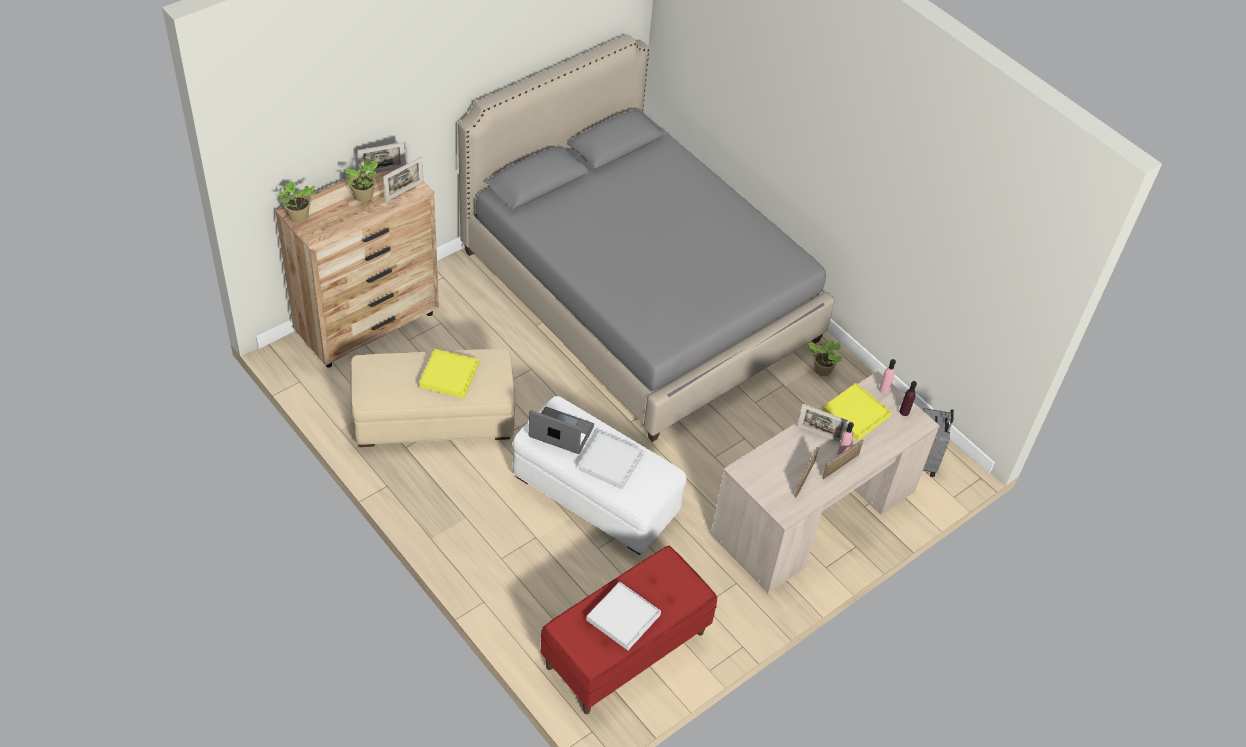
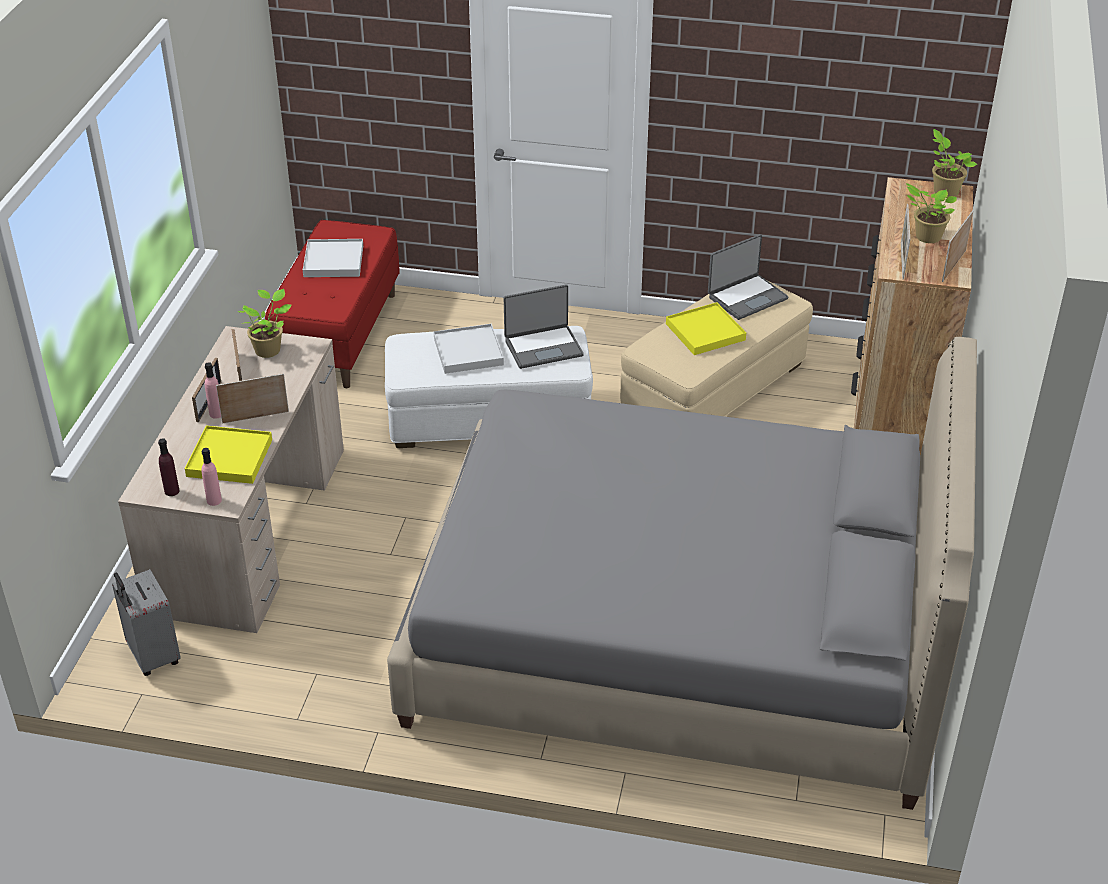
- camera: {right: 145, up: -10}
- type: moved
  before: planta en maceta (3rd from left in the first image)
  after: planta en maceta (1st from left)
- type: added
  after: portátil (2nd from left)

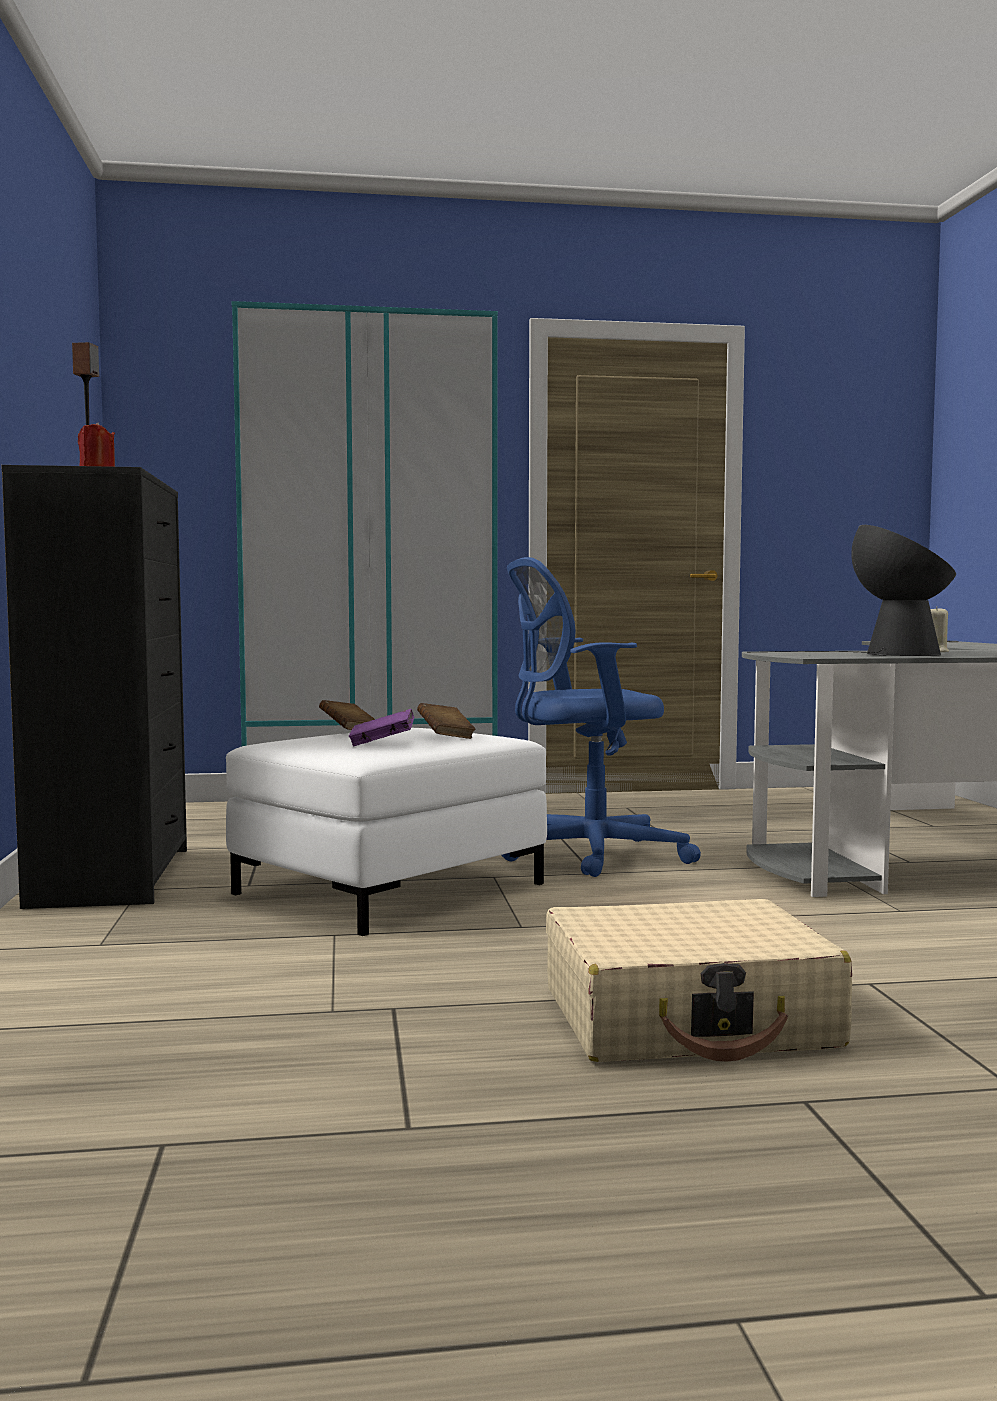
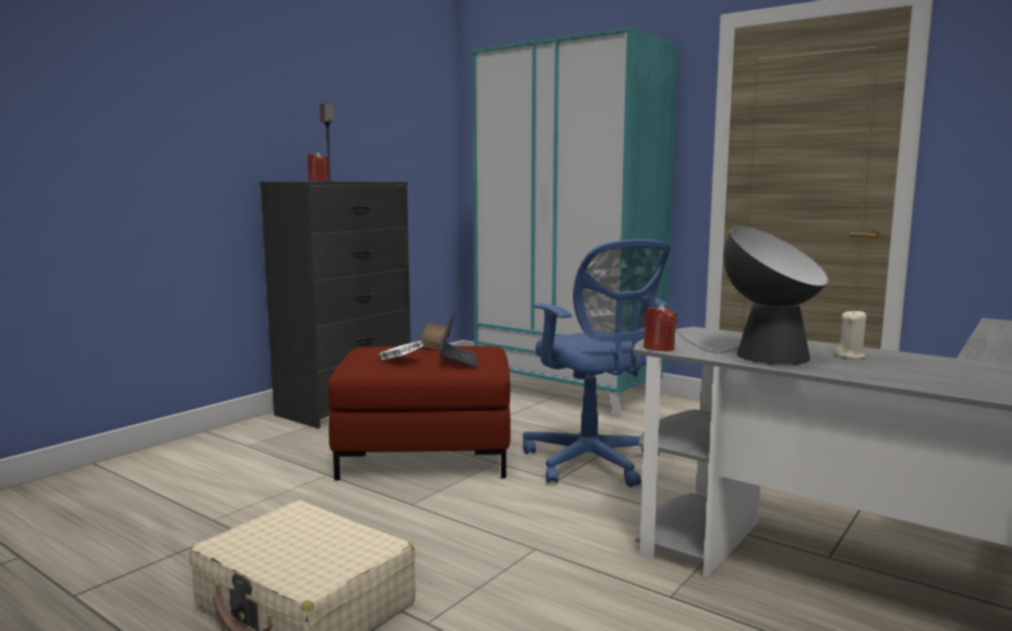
- camera: {right: 45, up: 5}
- type: turned
  before: silla de oficina/azul
  turn: -150
- type: replaced
  before: libro/marrón (2nd from left)
  after: portátil
- type: recoloured
  before: libro/morado
  after: libro/blanco
- type: recoloured
  before: puf/blanco
  after: puf/rojo
- type: added
  after: vela/rojo (2nd from left)

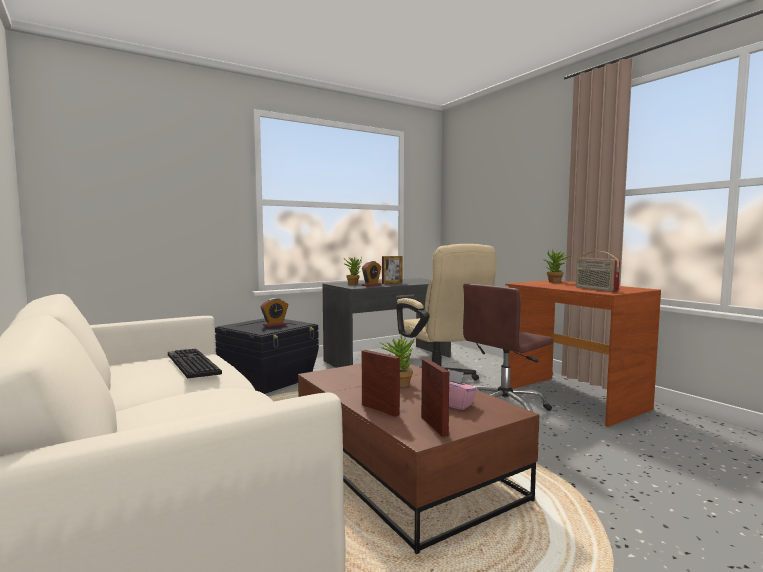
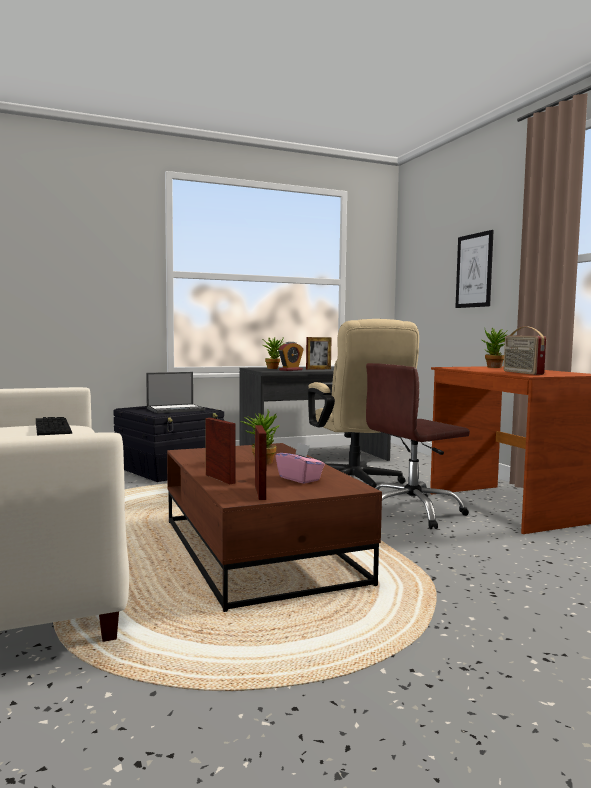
- camera: {right: 10, up: 0}
- type: replaced
  before: despertador (1st from left)
  after: portátil
- type: added
  after: cuadro

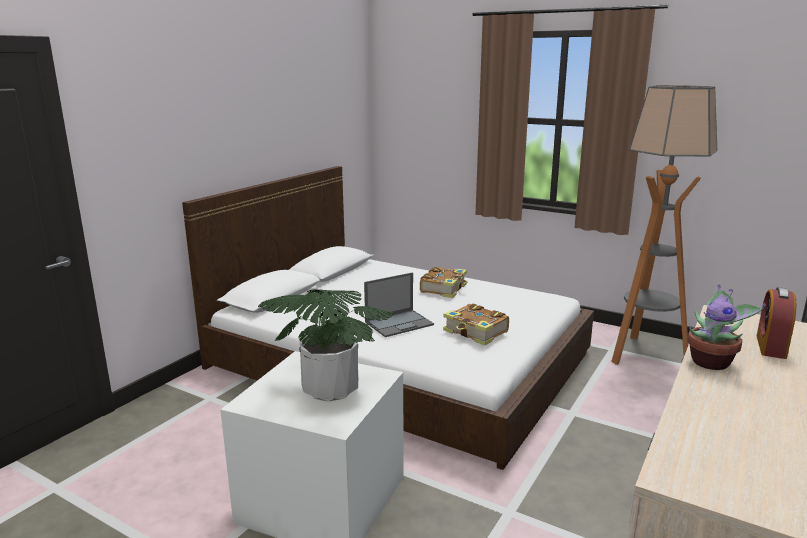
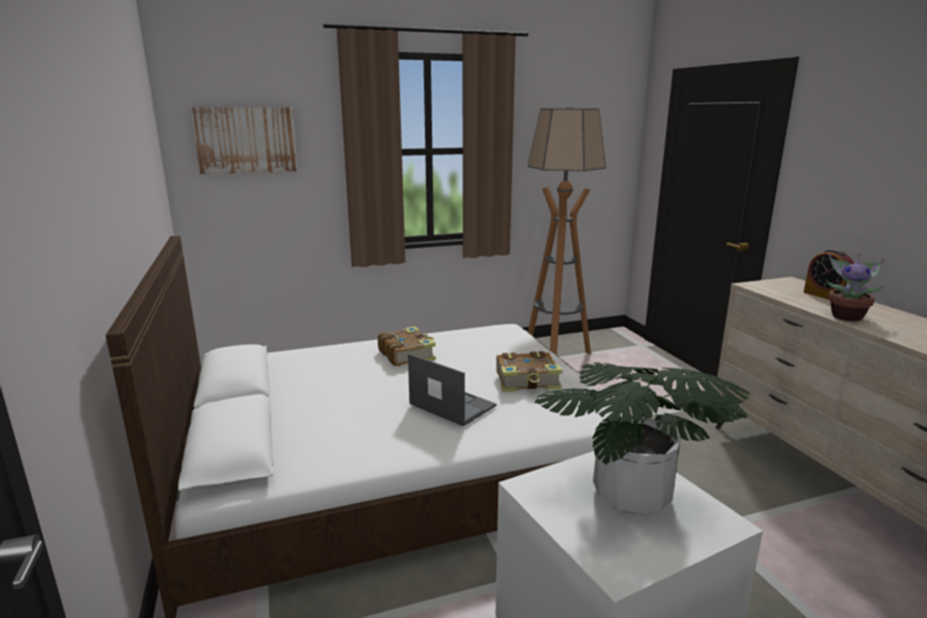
- camera: {right: -50, up: 0}
- type: turned
  before: portátil
  turn: -60
- type: added
  after: cuadro

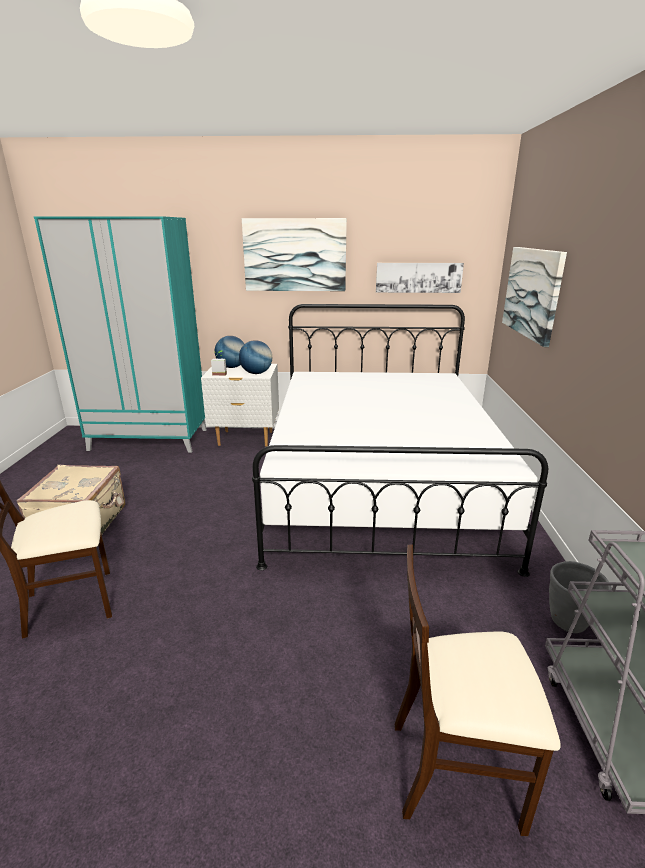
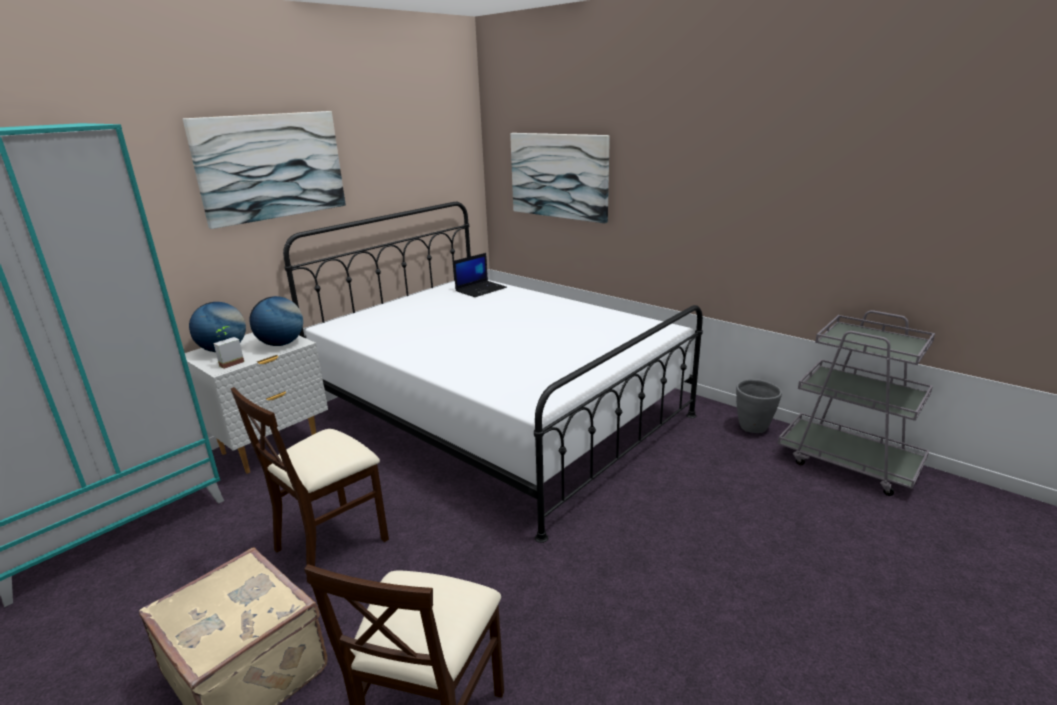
- camera: {right: -50, up: 0}
- type: removed
  before: cuadro (2nd from left)
- type: moved
  before: silla/beis (2nd from left in the first image)
  after: silla/beis (1st from left)
- type: added
  after: portátil

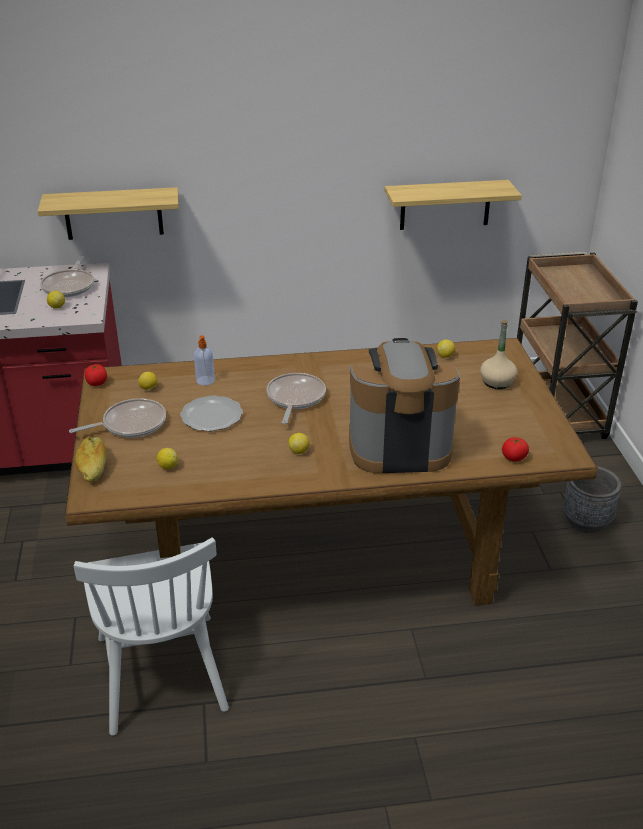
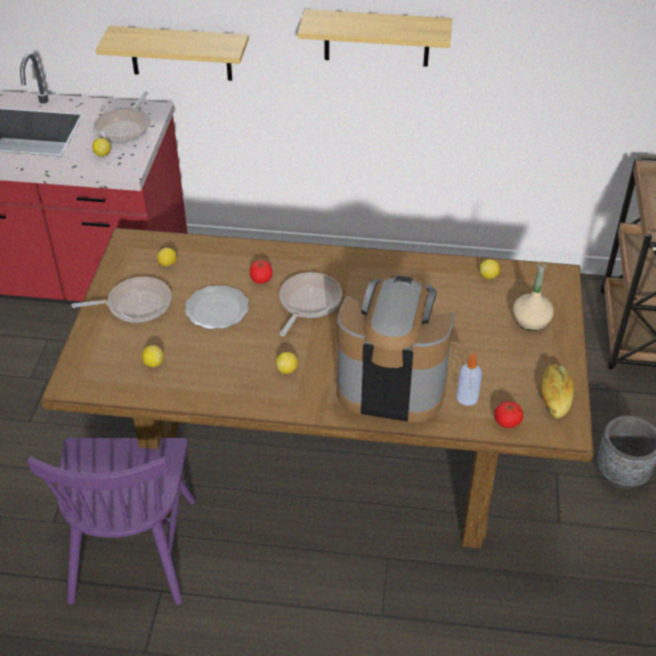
- camera: {right: 15, up: 10}
- type: moved
  before: estante (2nd from left)
- type: moved
  before: dispensador de jabón
- type: moved
  before: tomate (1st from left)
- type: moved
  before: pan
- type: recoloured
  before: silla/blanco
  after: silla/morado

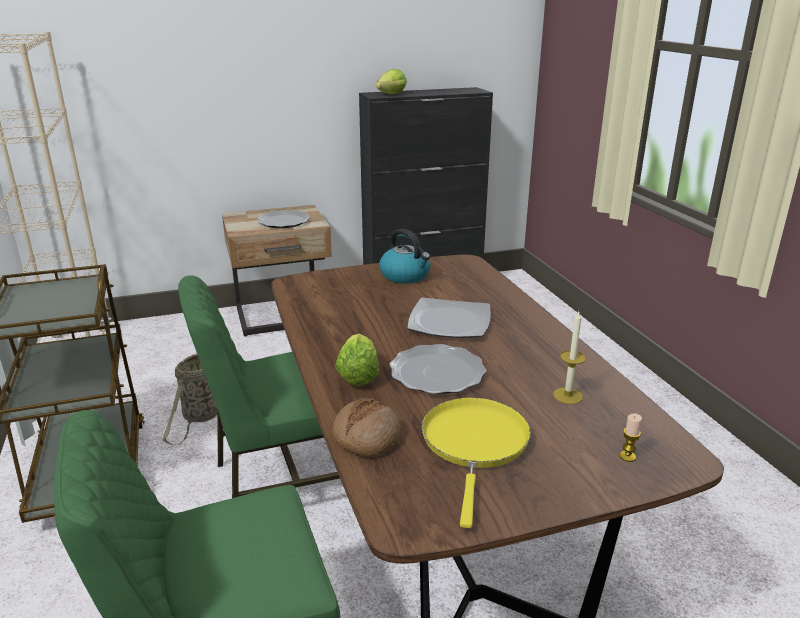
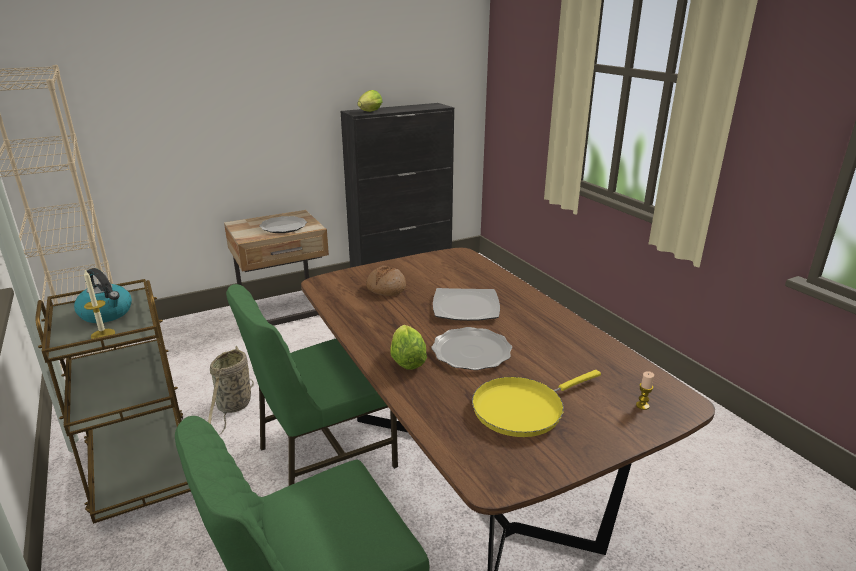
- camera: {right: -10, up: 0}
- type: moved
  before: hervidor
- type: moved
  before: vela (1st from left)
- type: turned
  before: sartén/amarillo
  turn: -120
- type: moved
  before: pan

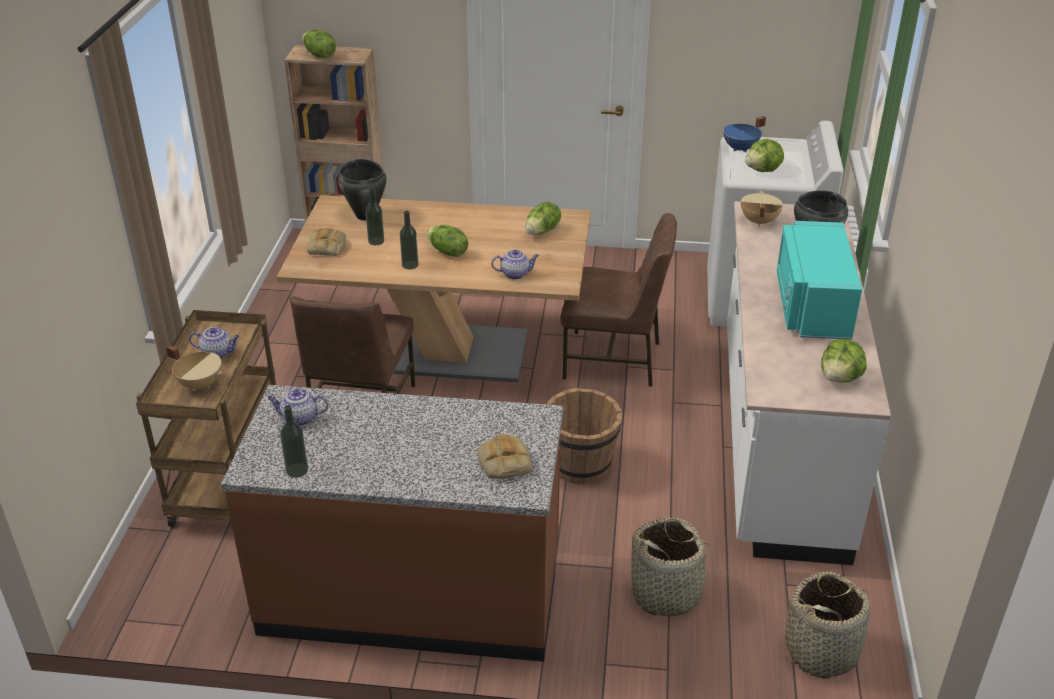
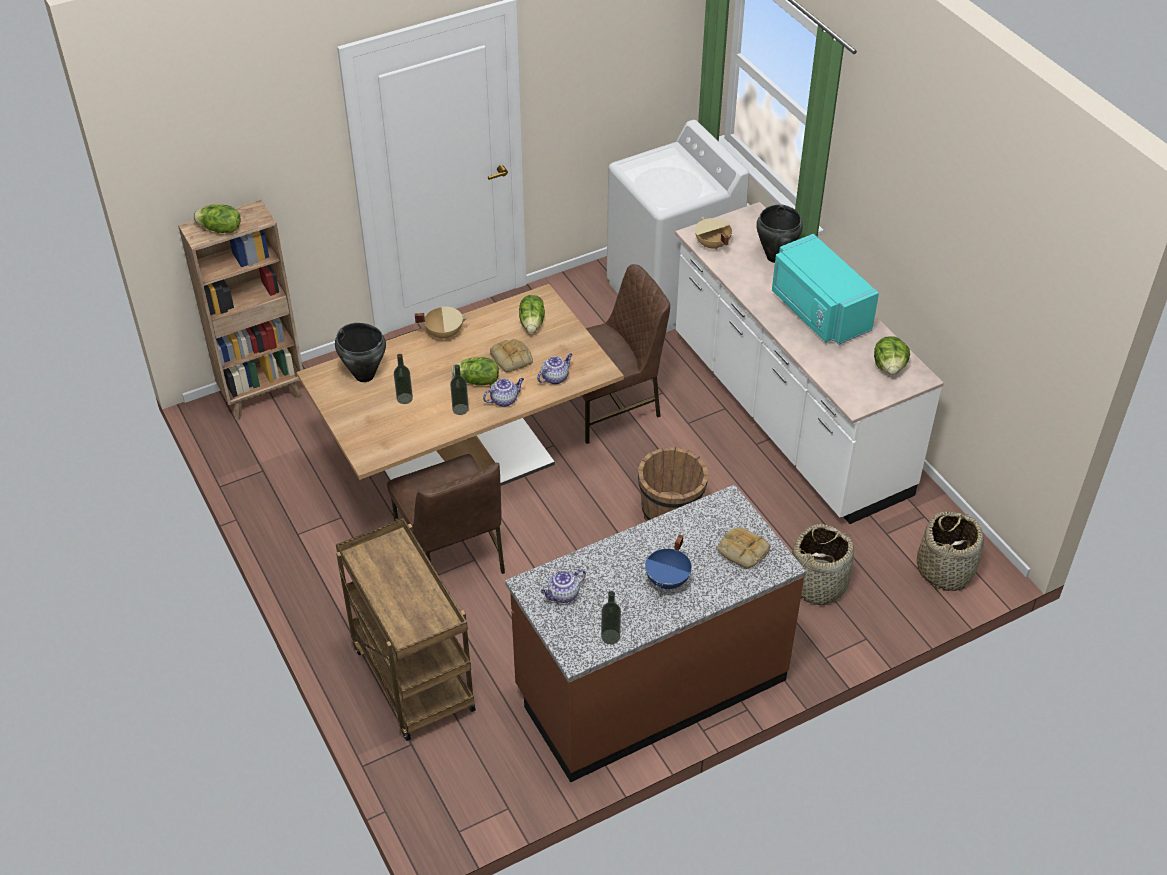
- camera: {right: -35, up: 10}
- type: moved
  before: olla/azul
- type: removed
  before: lechuga (4th from left)
- type: moved
  before: pan (1st from left)
- type: moved
  before: tetera (1st from left)
- type: moved
  before: olla/beis (1st from left)

